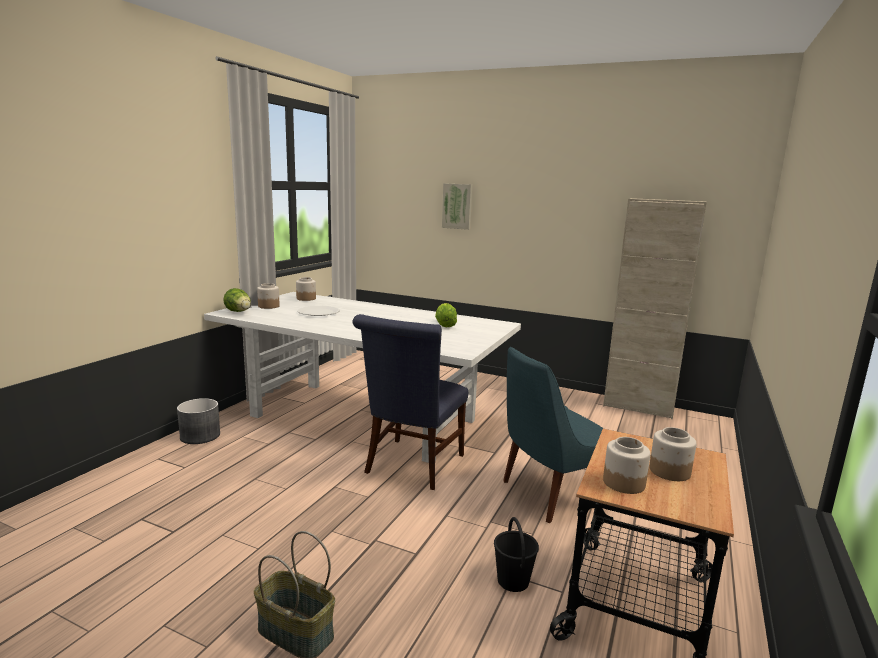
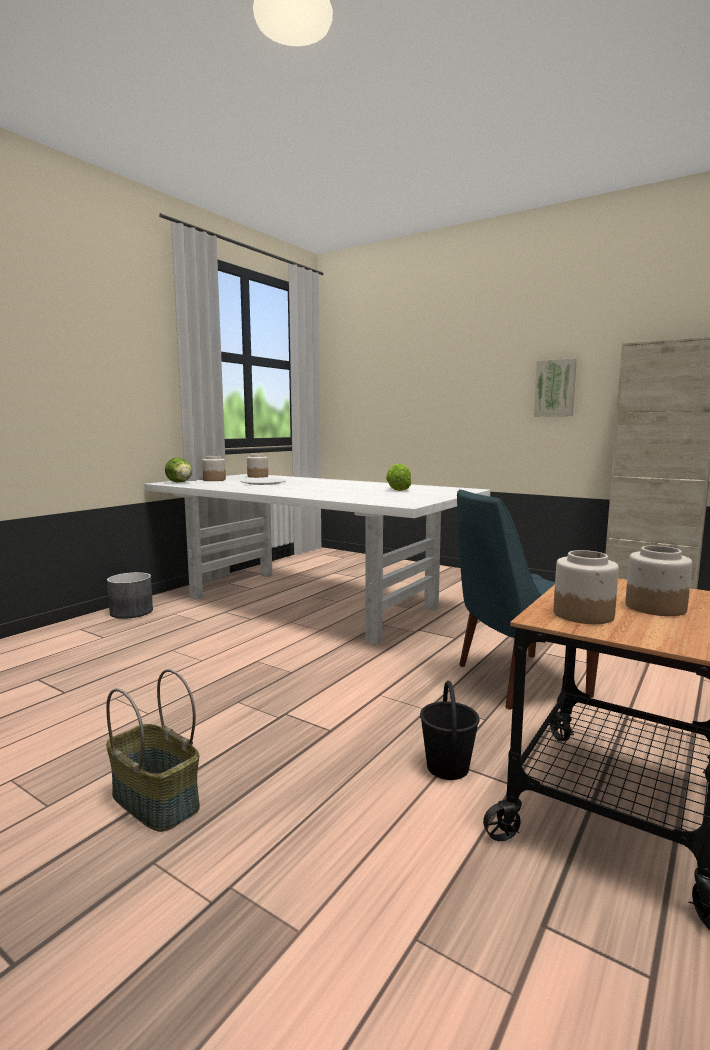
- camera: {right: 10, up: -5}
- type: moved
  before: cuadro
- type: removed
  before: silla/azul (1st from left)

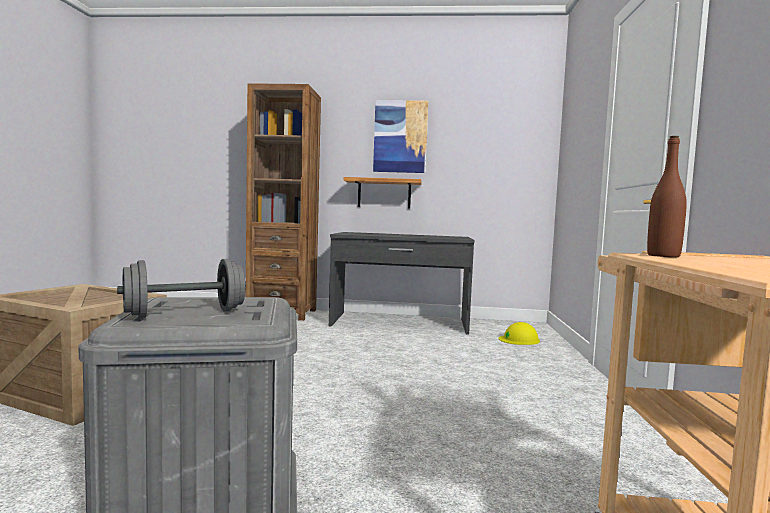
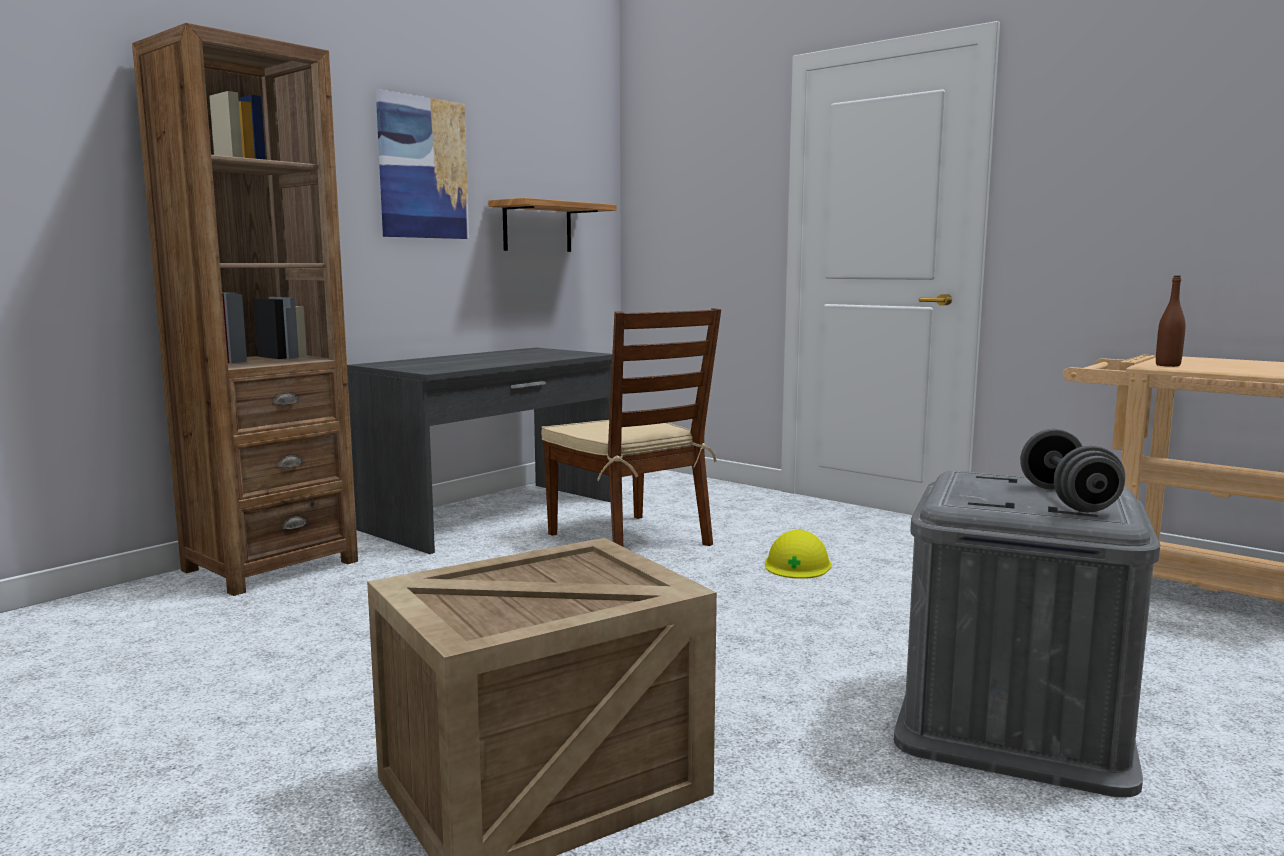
- camera: {right: -55, up: 5}
- type: moved
  before: estante
- type: moved
  before: casco/amarillo
- type: added
  after: silla/marrón

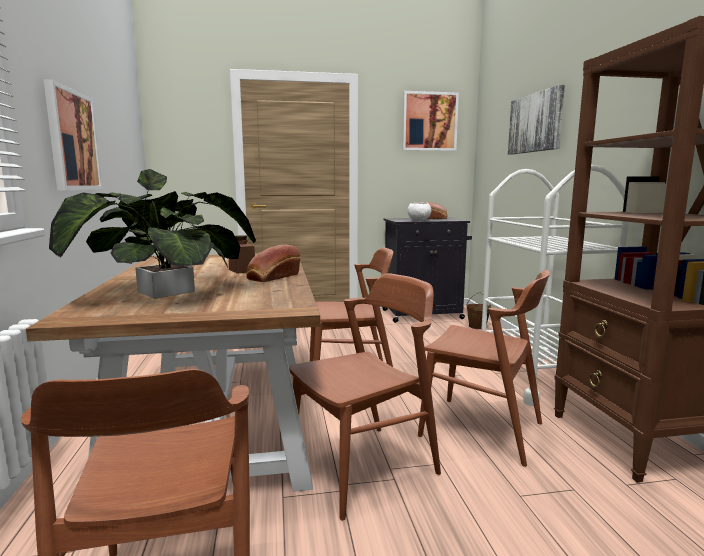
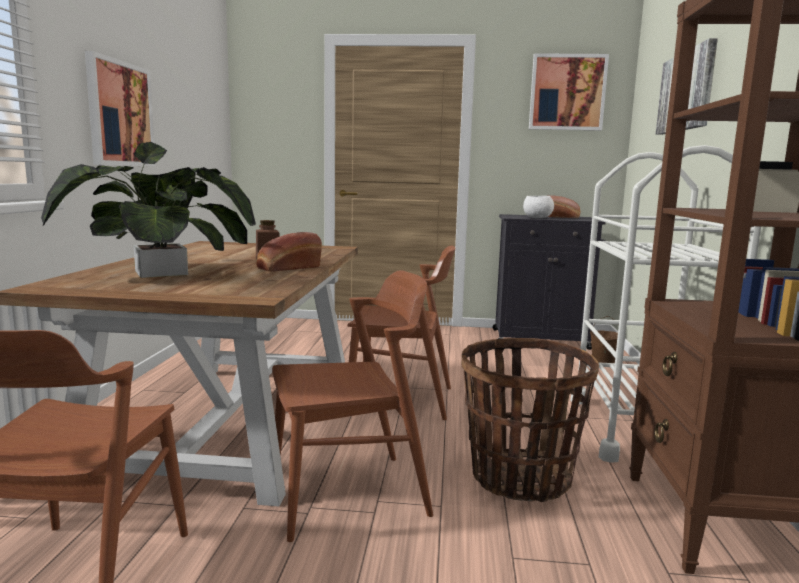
- camera: {right: 15, up: 0}
- type: replaced
  before: silla/marrón (4th from left)
  after: cesta

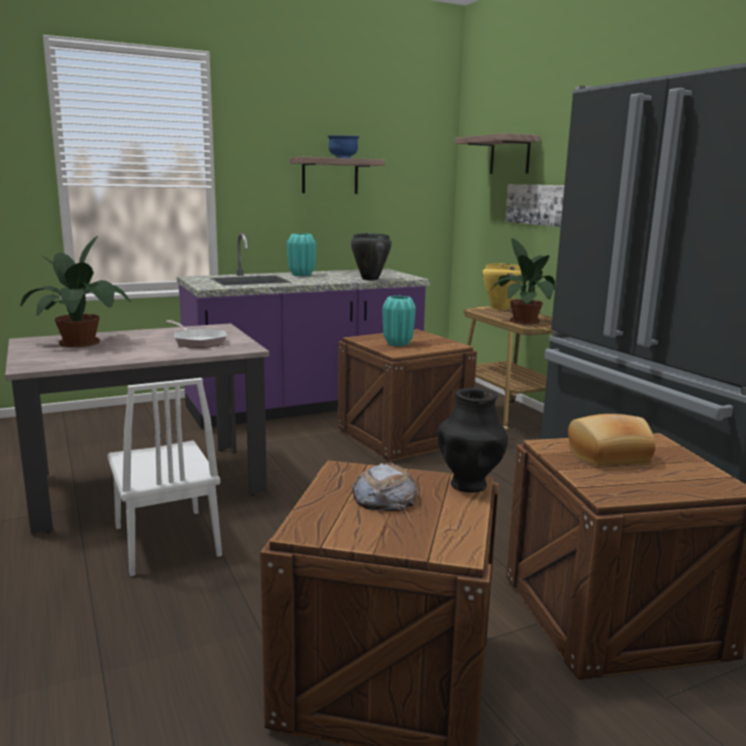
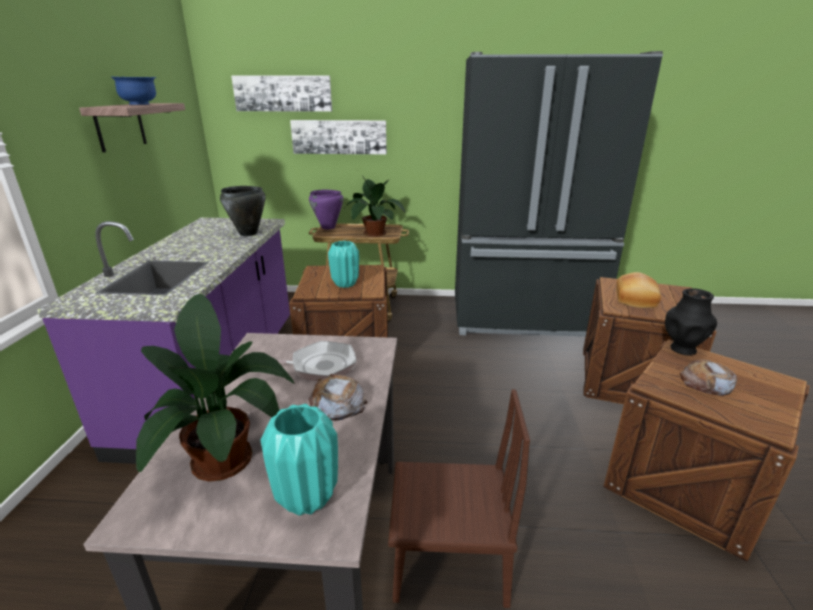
- camera: {right: -60, up: 10}
- type: replaced
  before: estante (2nd from left)
  after: cuadro (1st from left)
- type: moved
  before: florero/turquesa (1st from left)
- type: recoloured
  before: olla/amarillo
  after: olla/morado
- type: recoloured
  before: silla/blanco
  after: silla/marrón
- type: added
  after: pan (1st from left)

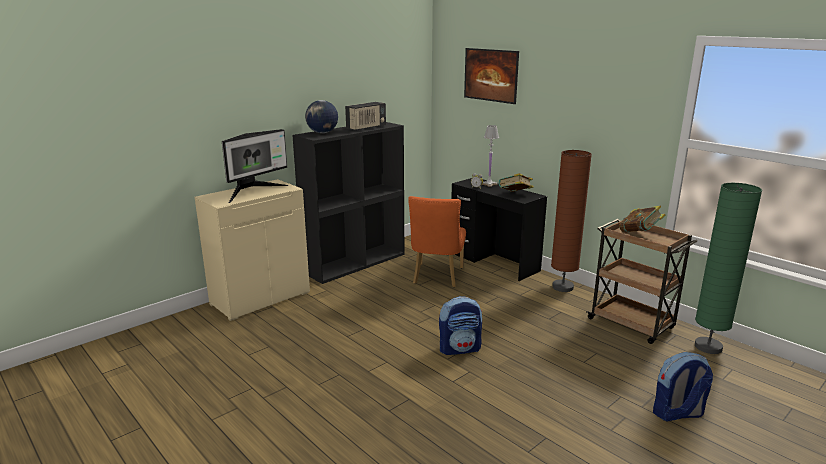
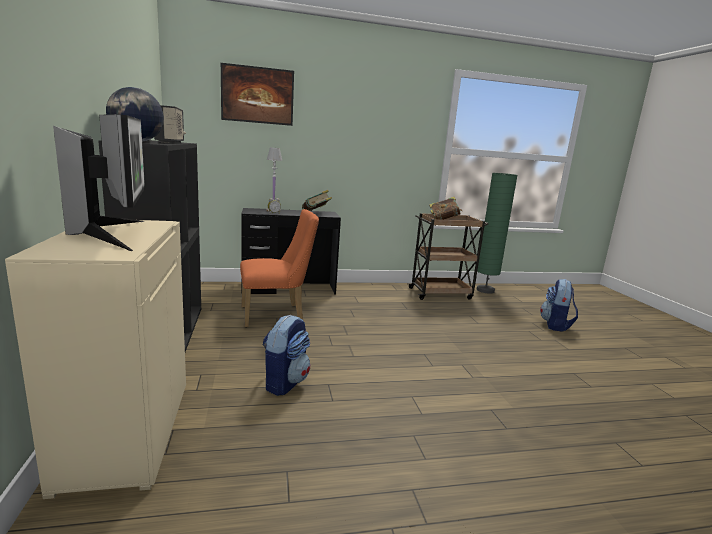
- camera: {right: -60, up: -5}
- type: removed
  before: lámpara de pie/marrón
- type: turned
  before: silla/naranja
  turn: -60
- type: moved
  before: mochila (1st from left)

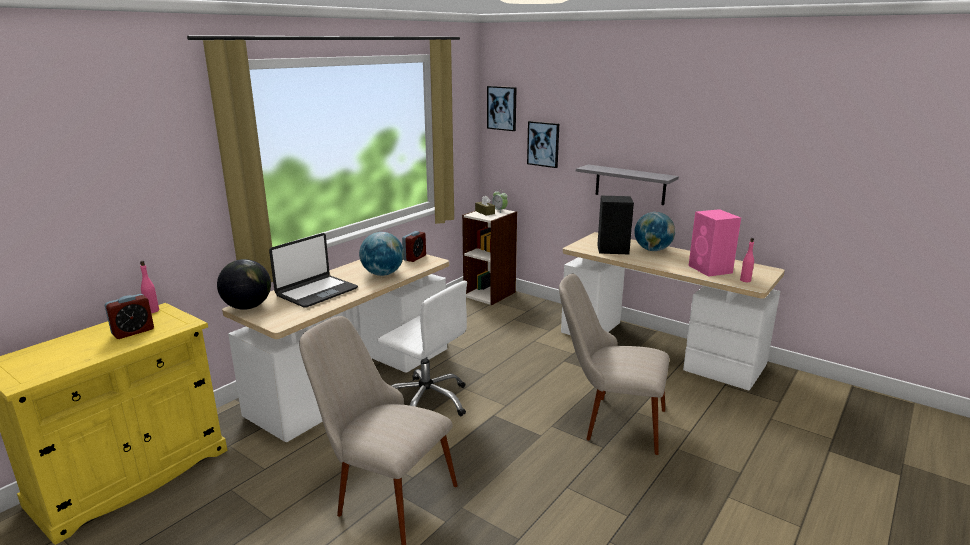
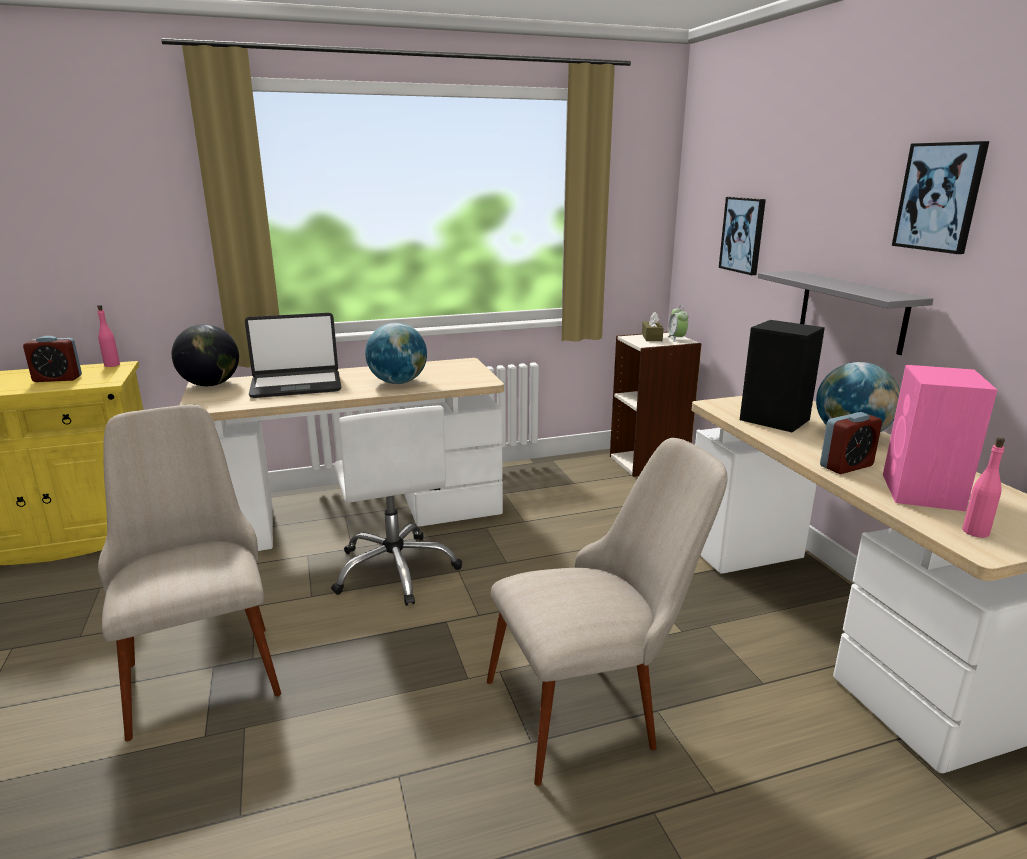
- camera: {right: 35, up: 0}
- type: moved
  before: cuadro (1st from left in the first image)
  after: cuadro (2nd from left)
- type: moved
  before: despertador (2nd from left in the first image)
  after: despertador (3rd from left)
- type: turned
  before: silla/beis (2nd from left)
  turn: 105

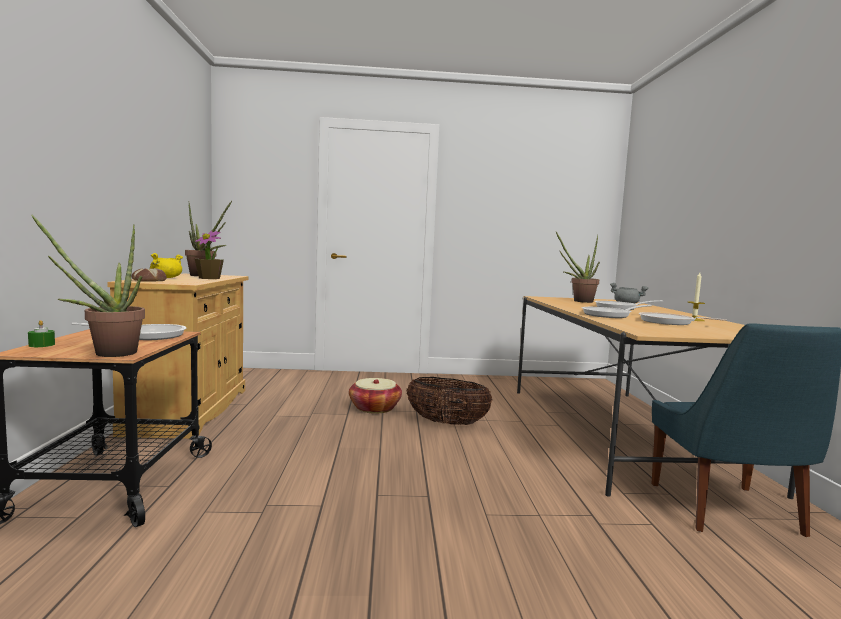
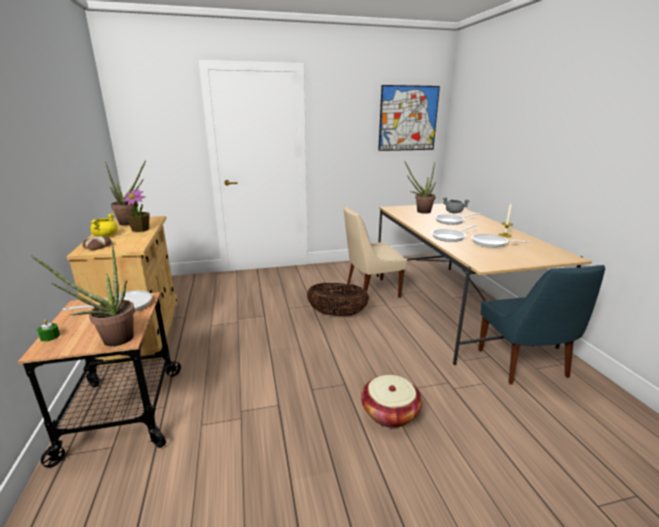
- camera: {right: -10, up: 15}
- type: moved
  before: cesta (1st from left in the first image)
  after: cesta (2nd from left)
- type: added
  after: cuadro
- type: added
  after: silla/beis

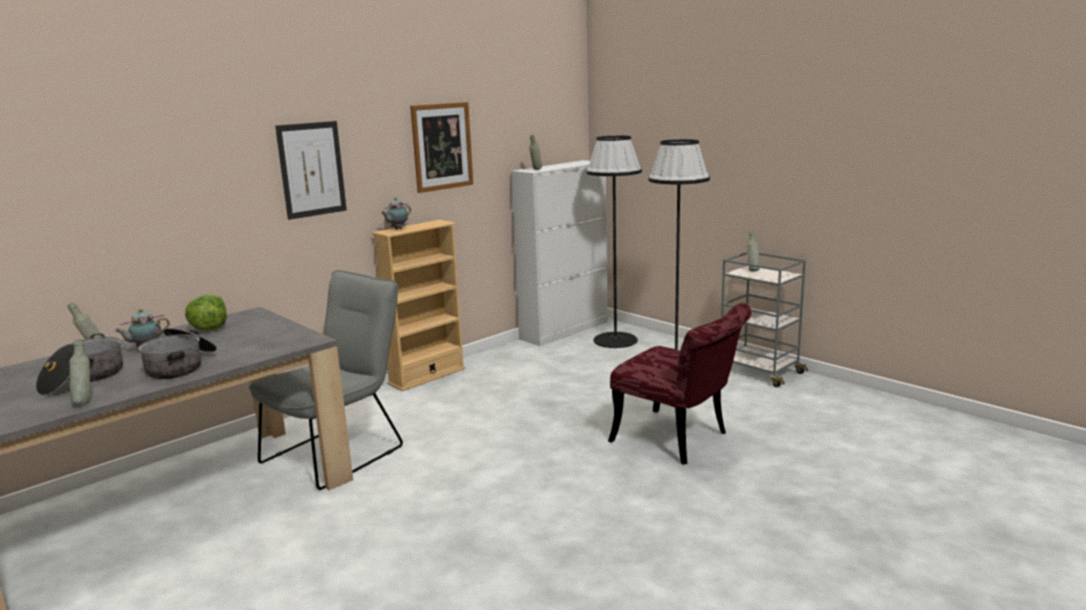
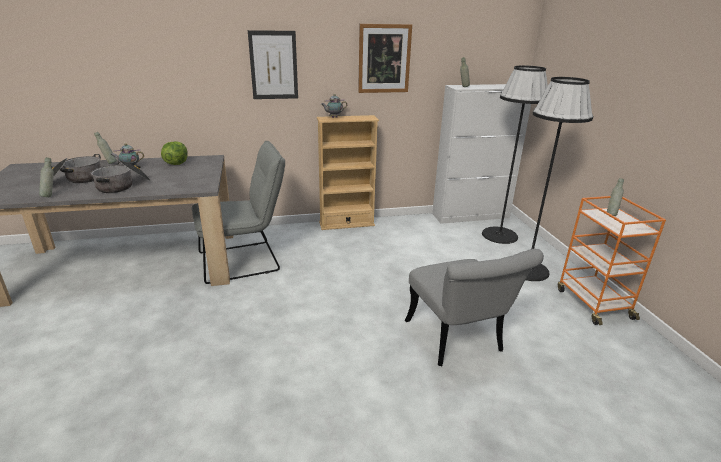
- camera: {right: 30, up: 10}
- type: recoloured
  before: carrito/gris
  after: carrito/naranja
- type: recoloured
  before: silla/rojo
  after: silla/gris (2nd from left)

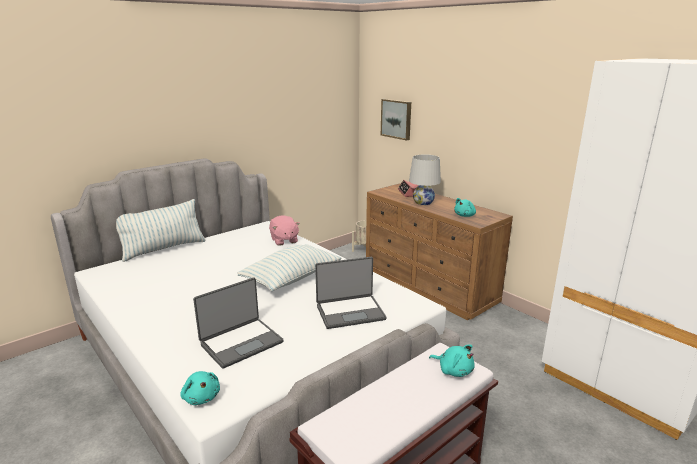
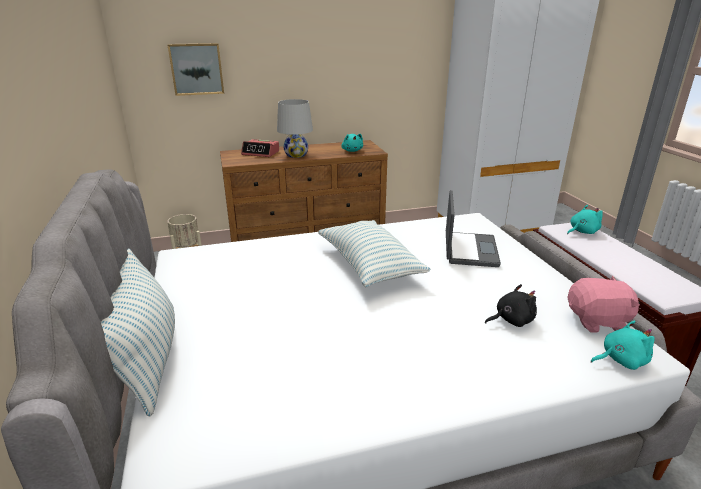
- camera: {right: -65, up: 5}
- type: moved
  before: peluche/rosa
- type: replaced
  before: portátil (1st from left)
  after: peluche/negro

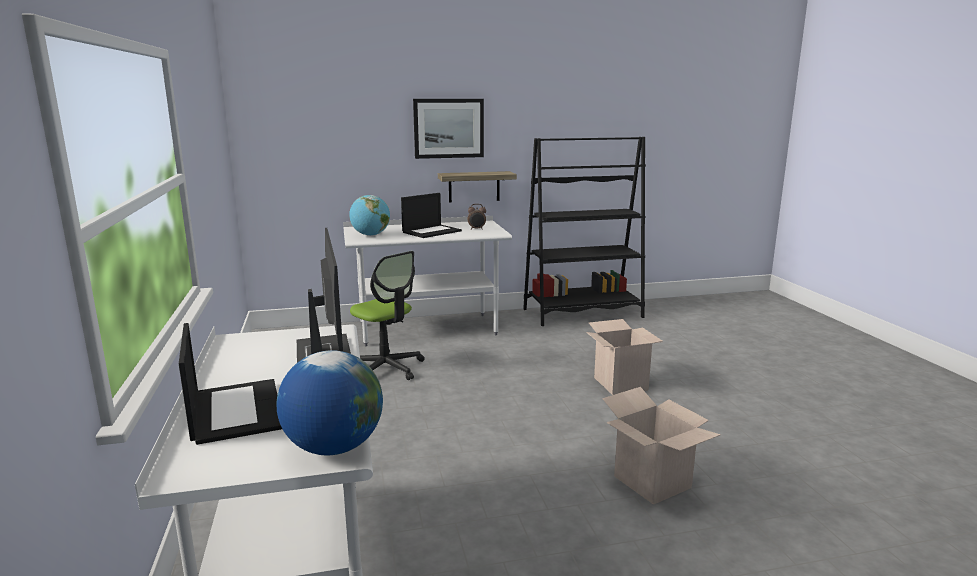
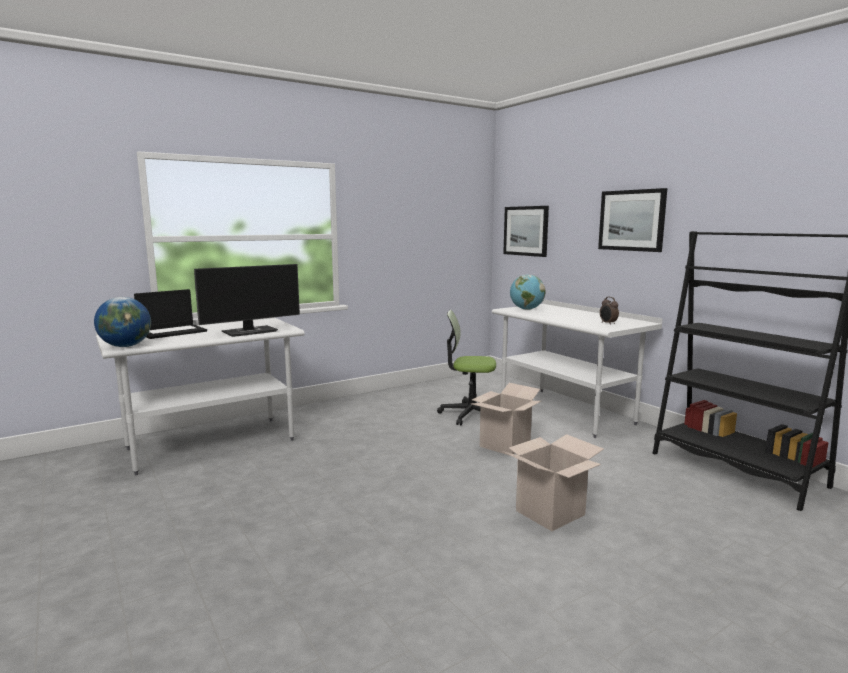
- camera: {right: 70, up: -5}
- type: removed
  before: estante
- type: removed
  before: portátil (2nd from left)
- type: turned
  before: silla de oficina
  turn: 75
- type: moved
  before: caja de cartón (2nd from left in the first image)
  after: caja de cartón (1st from left)
- type: added
  after: cuadro (1st from left)

